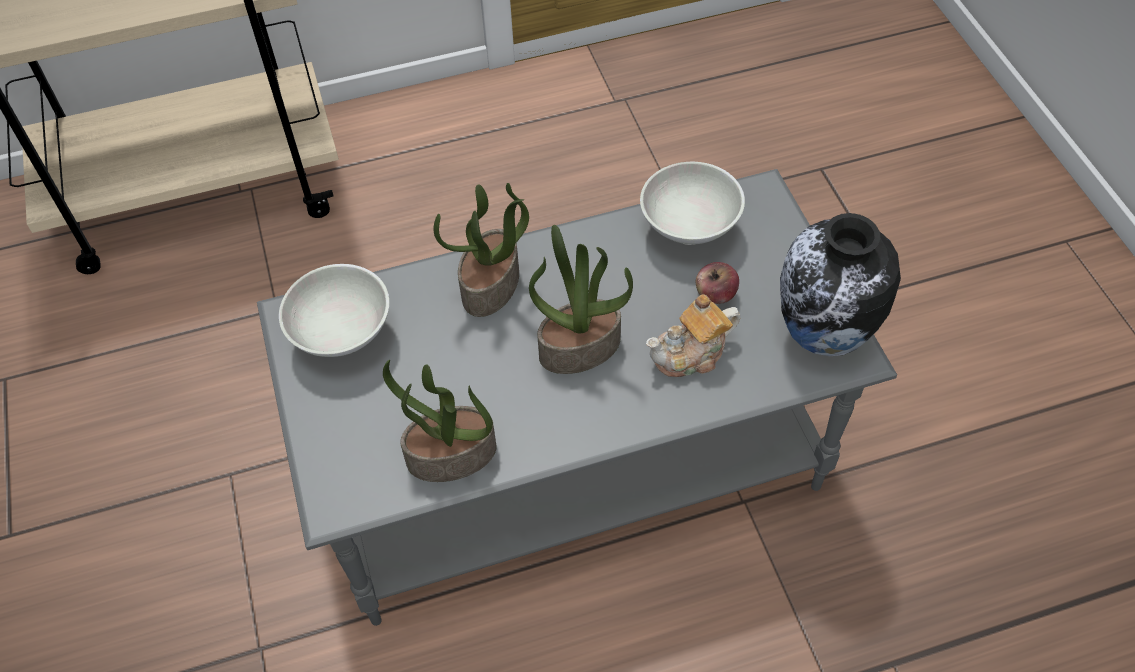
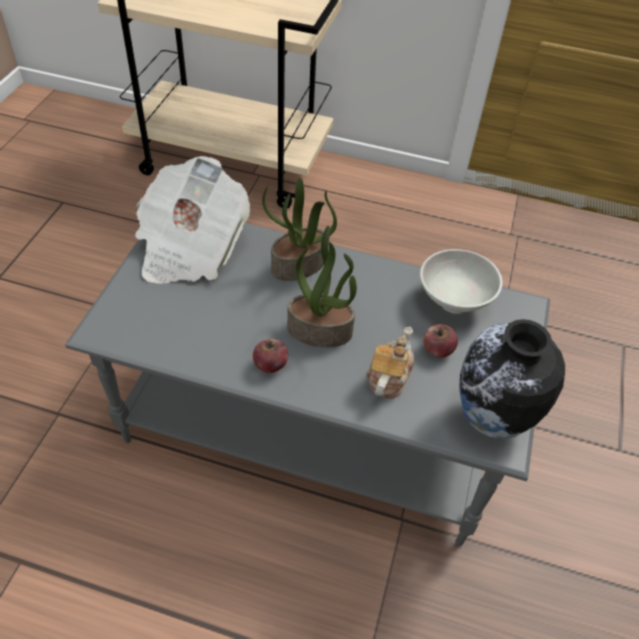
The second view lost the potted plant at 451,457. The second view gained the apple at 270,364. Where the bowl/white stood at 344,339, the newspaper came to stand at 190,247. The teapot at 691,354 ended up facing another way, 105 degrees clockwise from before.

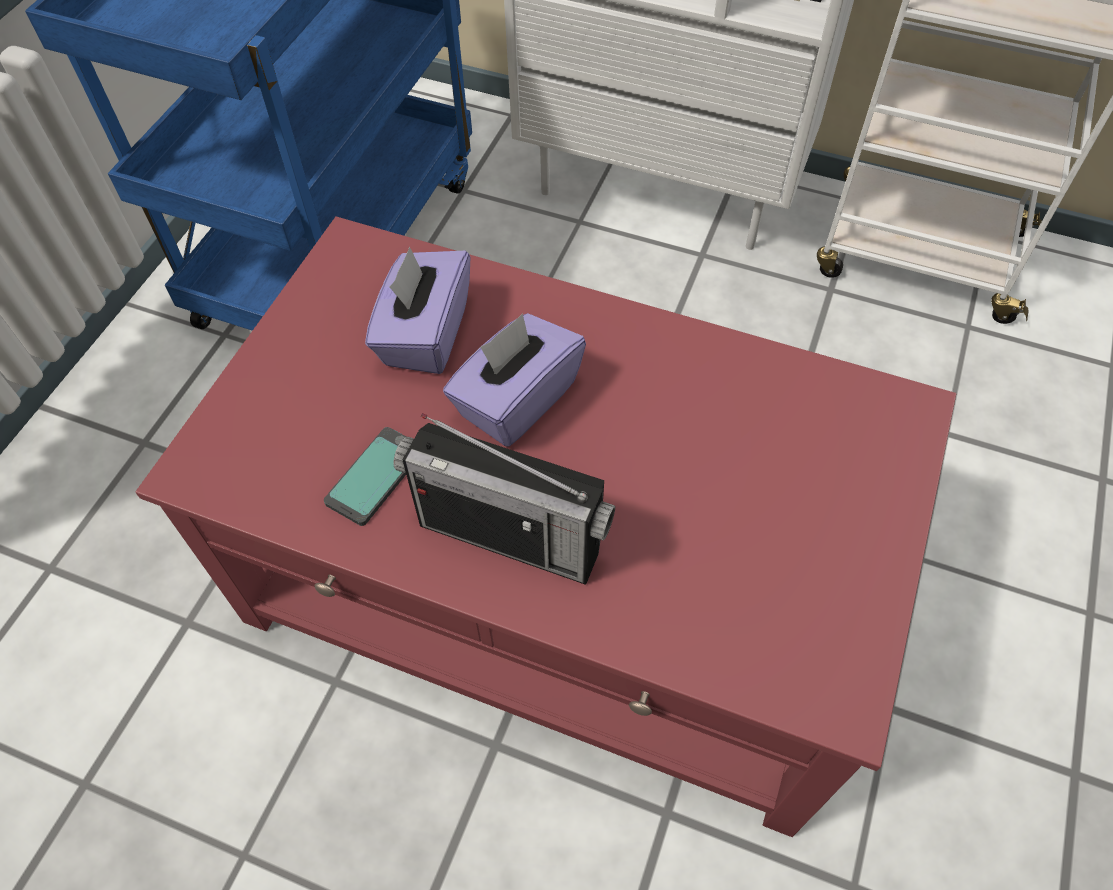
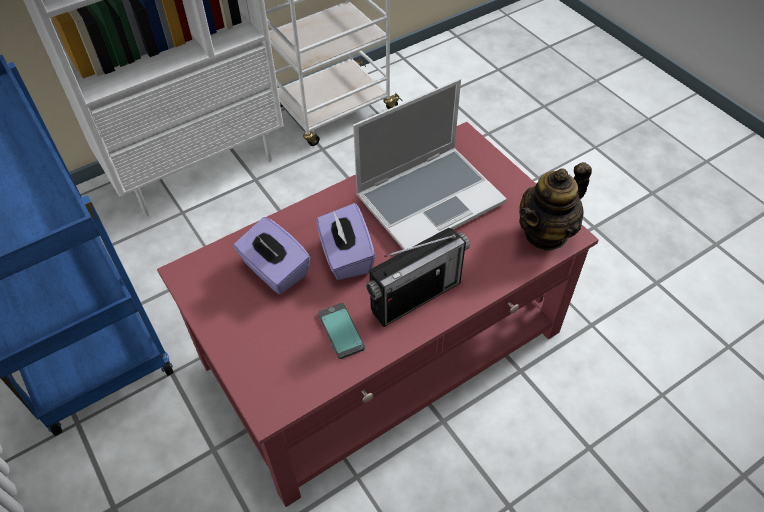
The second view gained the laptop at 430,198. The second view gained the teapot at 546,233.

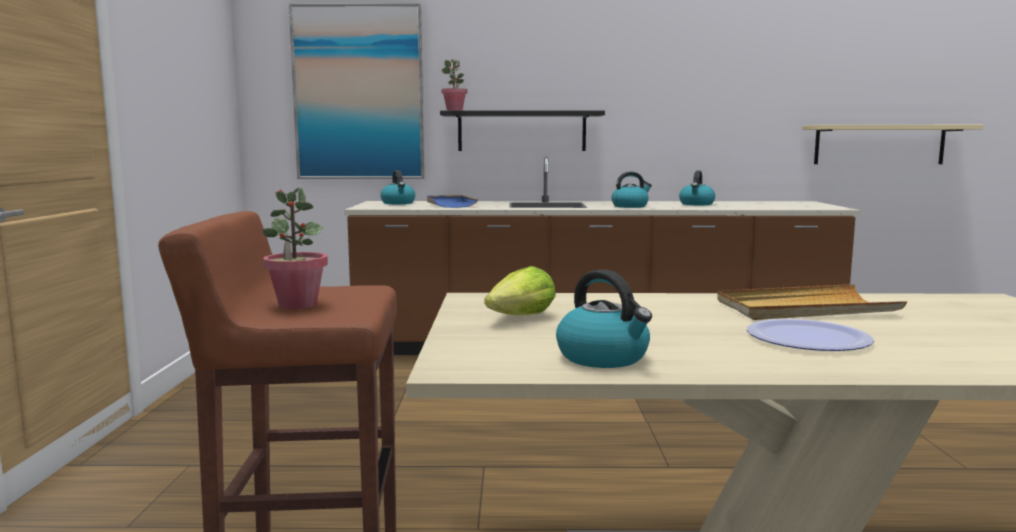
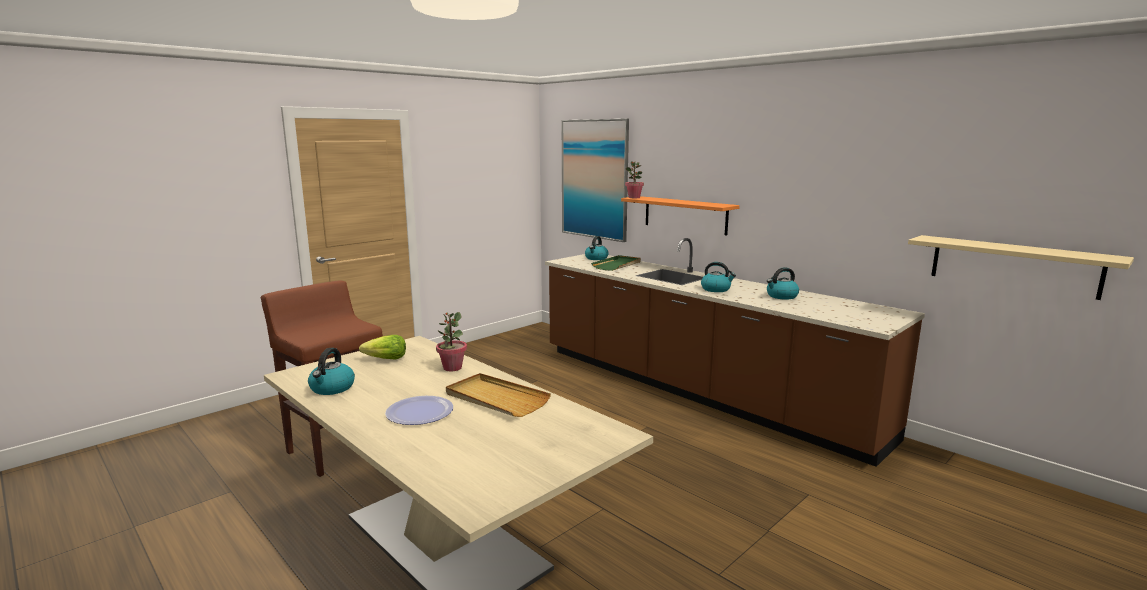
The potted plant ended up elsewhere, having gone from 297,305 to 452,368. What was the tray/blue at 450,204 turned into the tray/green at 617,265. What was the shelf/black at 522,131 turned into the shelf/orange at 685,215.

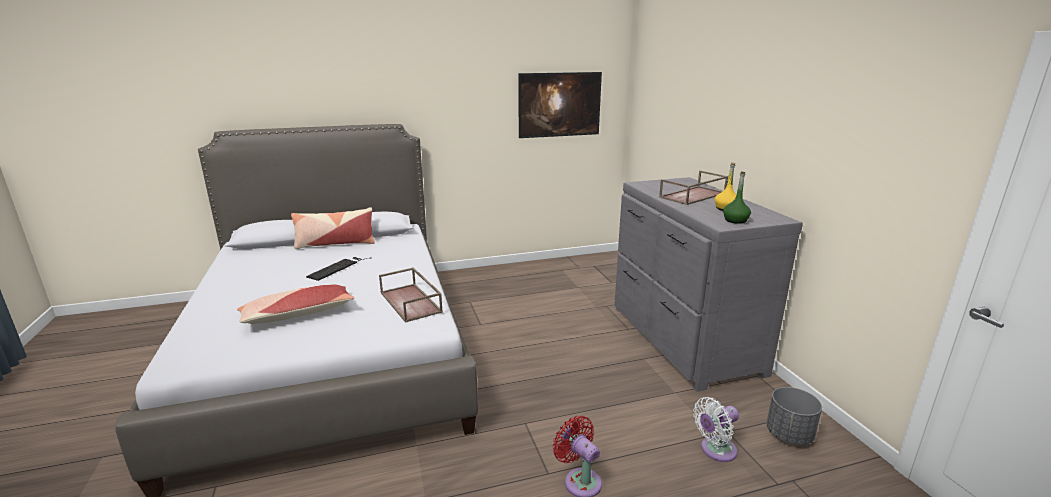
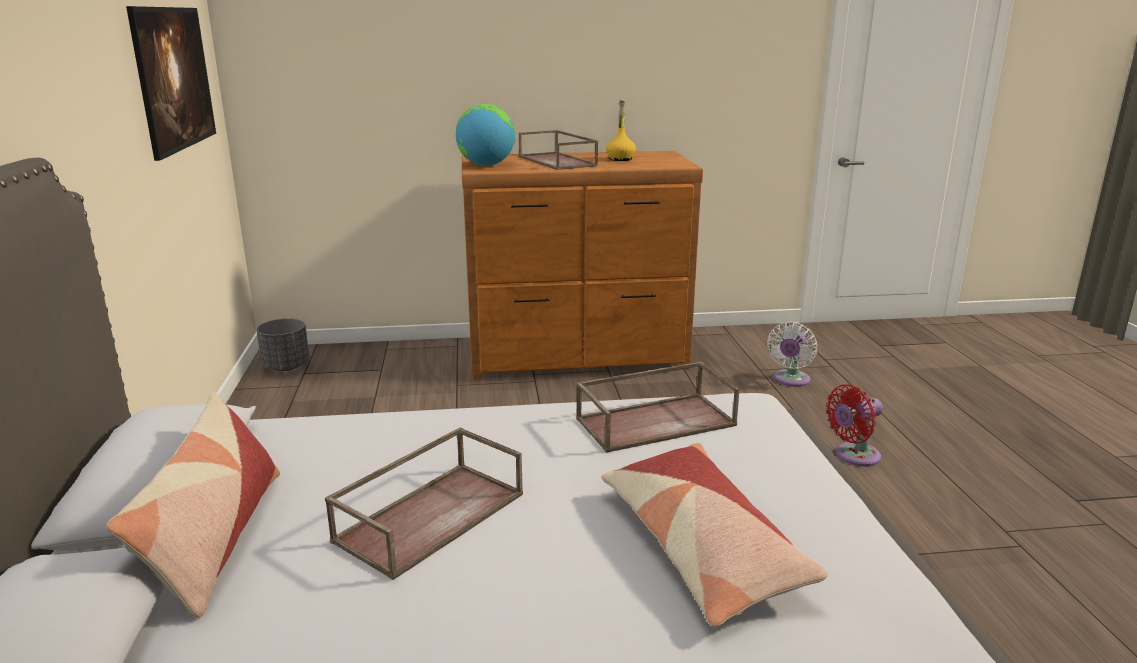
The second view lost the bottle/green at 735,220. The second view gained the globe at 486,165. The planter/grey ended up elsewhere, having gone from 788,434 to 286,367. Where the keyboard stood at 338,267, the tray/brown came to stand at 431,515. What was the dresser/grey at 682,340 turned into the dresser/brown at 577,355. The fan/white at 715,450 ended up facing another way, 45 degrees clockwise from before.

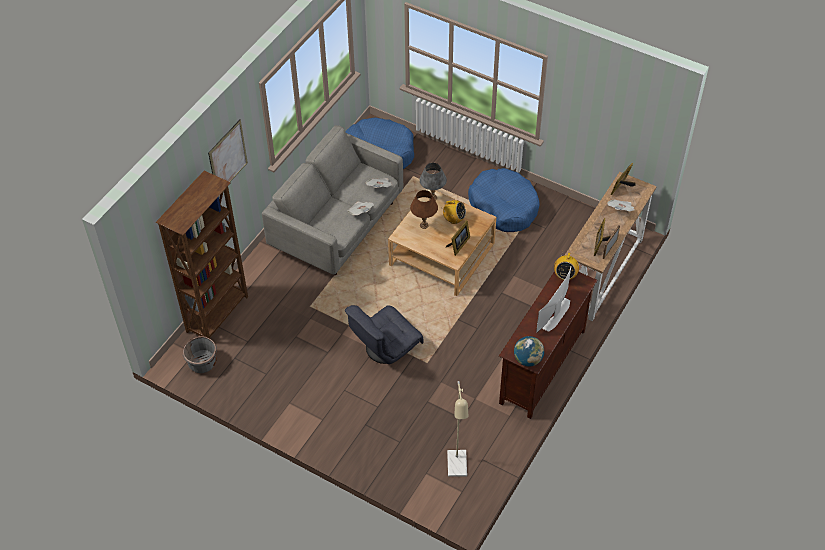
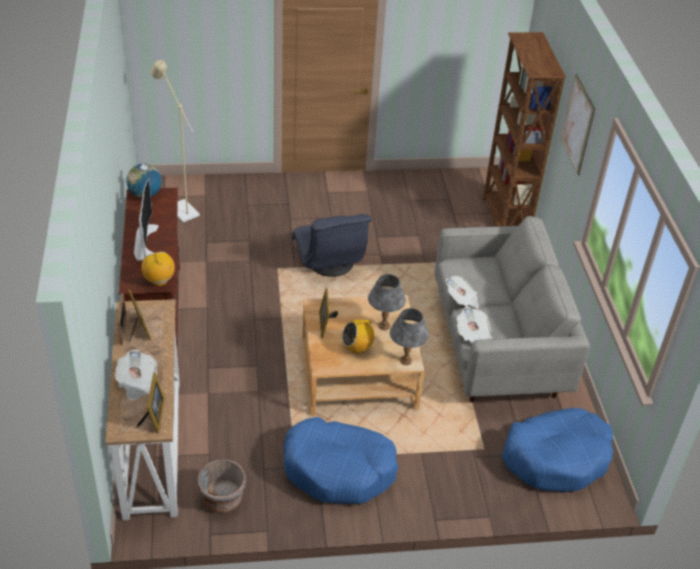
The planter/grey ended up elsewhere, having gone from 202,363 to 222,498. What was the table lamp/brown at 424,225 turned into the table lamp/grey at 384,326. The armchair/grey at 384,347 ended up facing another way, 150 degrees clockwise from before.

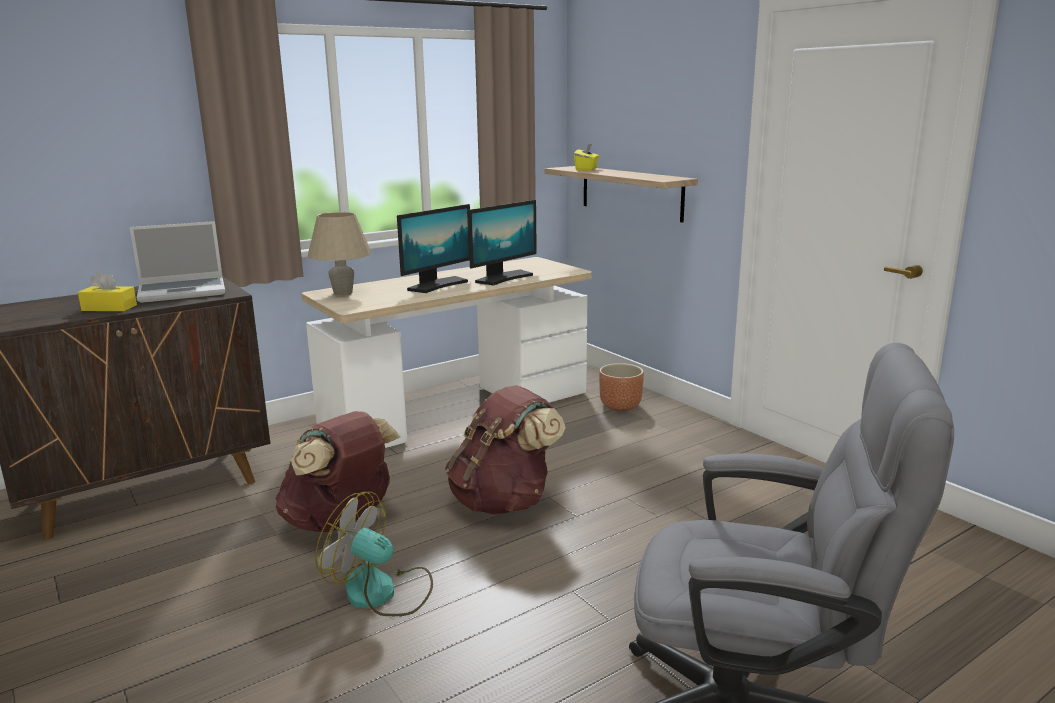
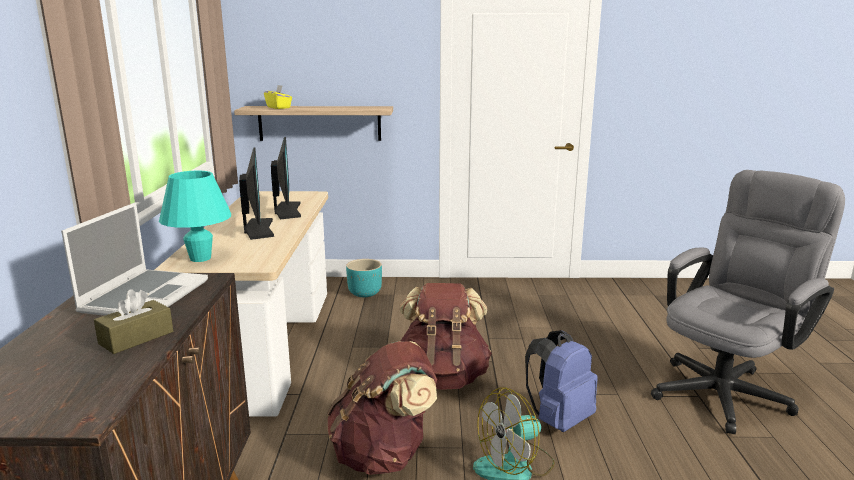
The second view gained the backpack/blue at 559,420. What was the tissue box/yellow at 109,308 turned into the tissue box/brown at 136,338. What was the table lamp/beige at 343,293 turned into the table lamp/turquoise at 200,258. What was the planter/brown at 620,406 turned into the planter/turquoise at 365,293.

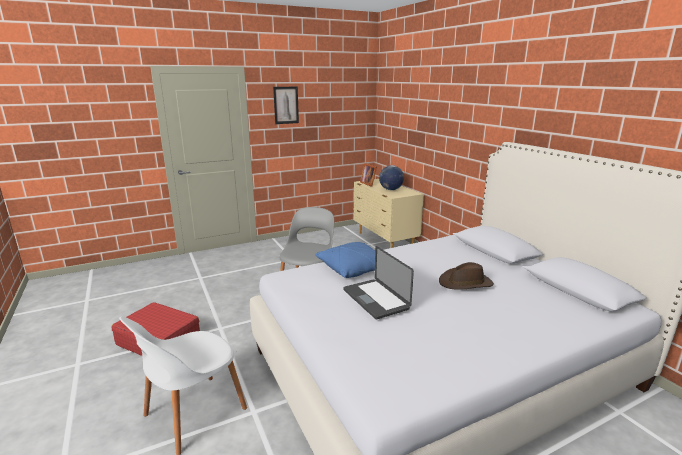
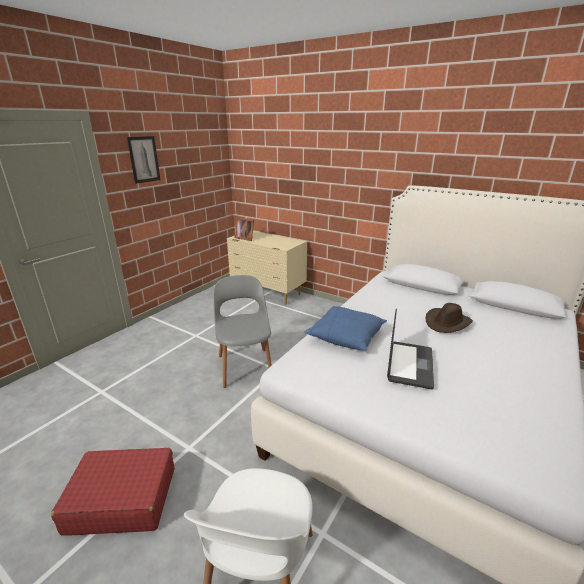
The second view lost the globe at 390,189. The laptop at 375,299 ended up facing another way, 105 degrees counterclockwise from before.

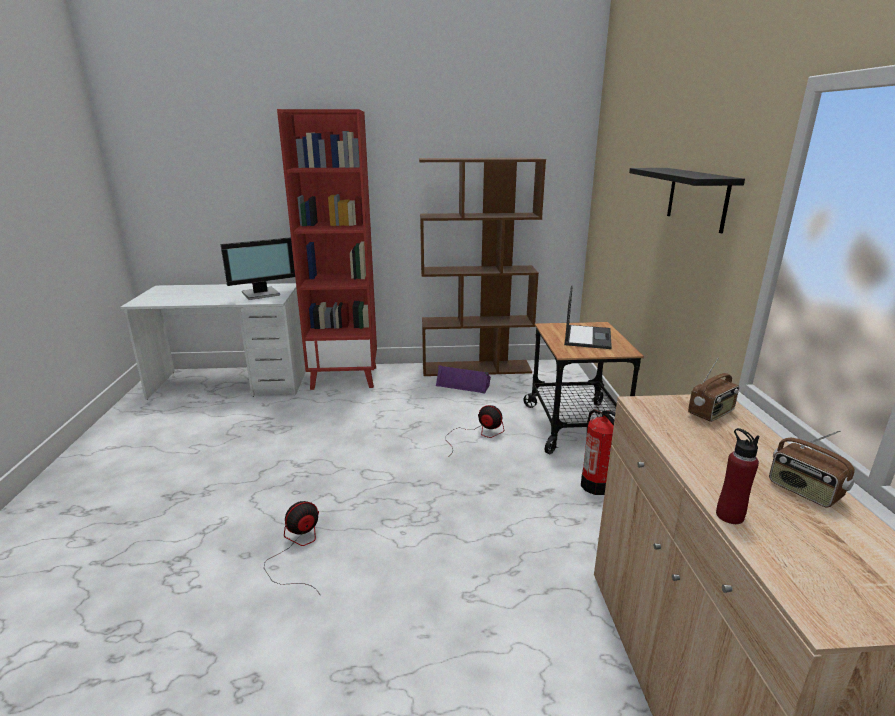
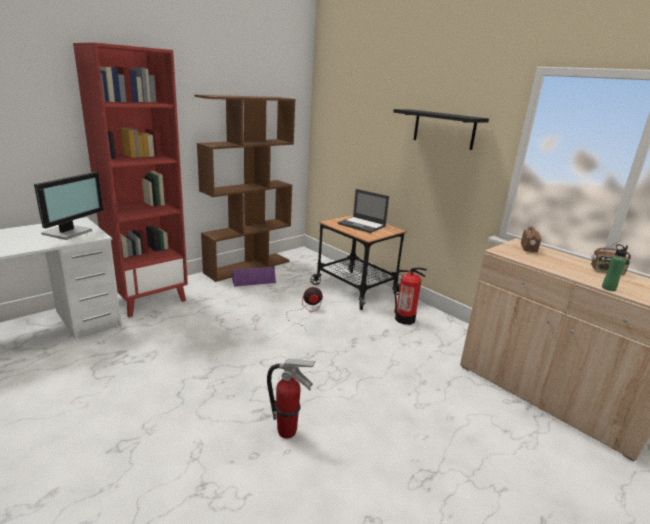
Where the fan stood at 298,549, the fire extinguisher came to stand at 287,432. What was the bottle/red at 729,515 turned into the bottle/green at 608,288. The laptop at 587,337 ended up facing another way, 150 degrees clockwise from before.

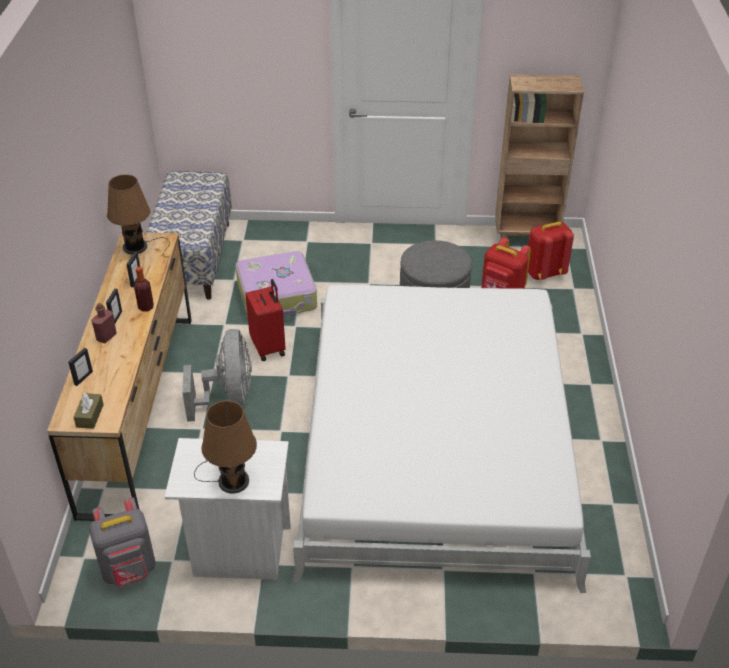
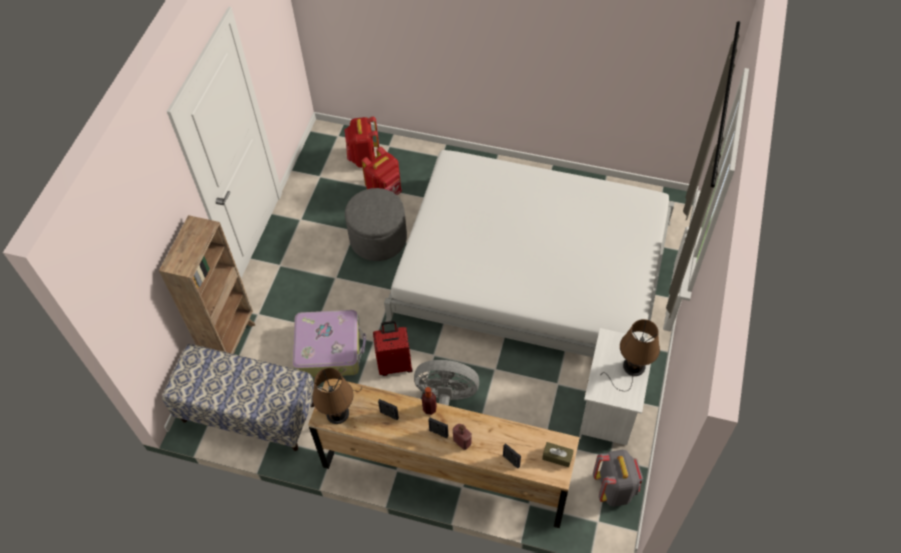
The bookcase/brown ended up elsewhere, having gone from 526,239 to 231,340.

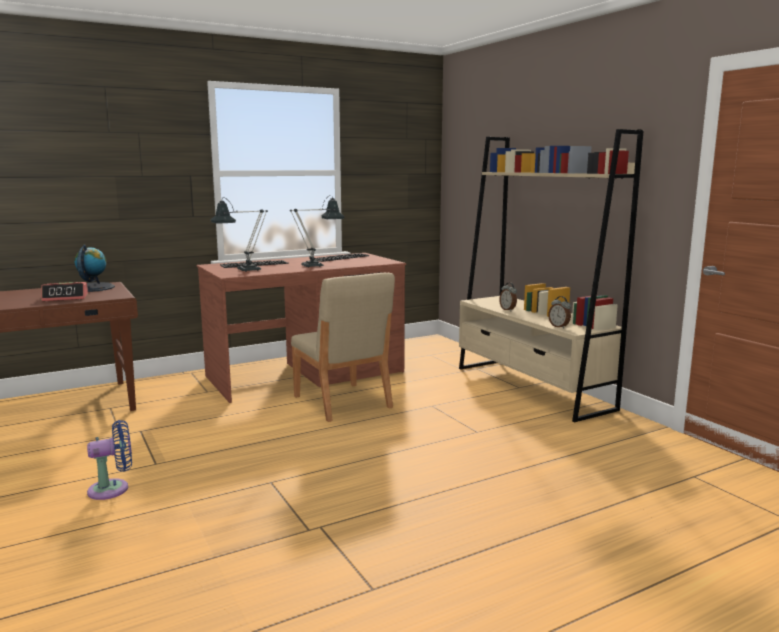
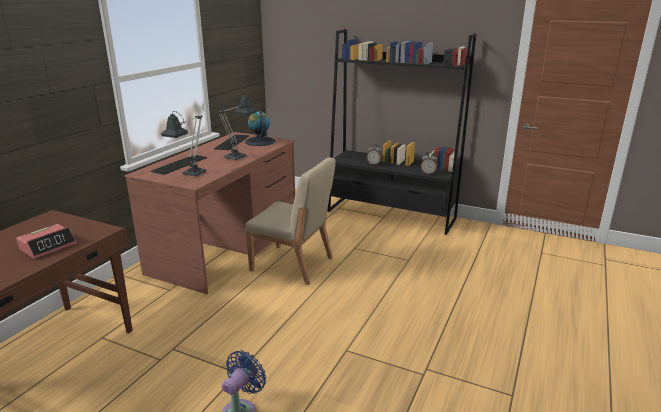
The globe ended up elsewhere, having gone from 93,288 to 260,141. What was the bookcase/beige at 532,388 turned into the bookcase/black at 391,215.

